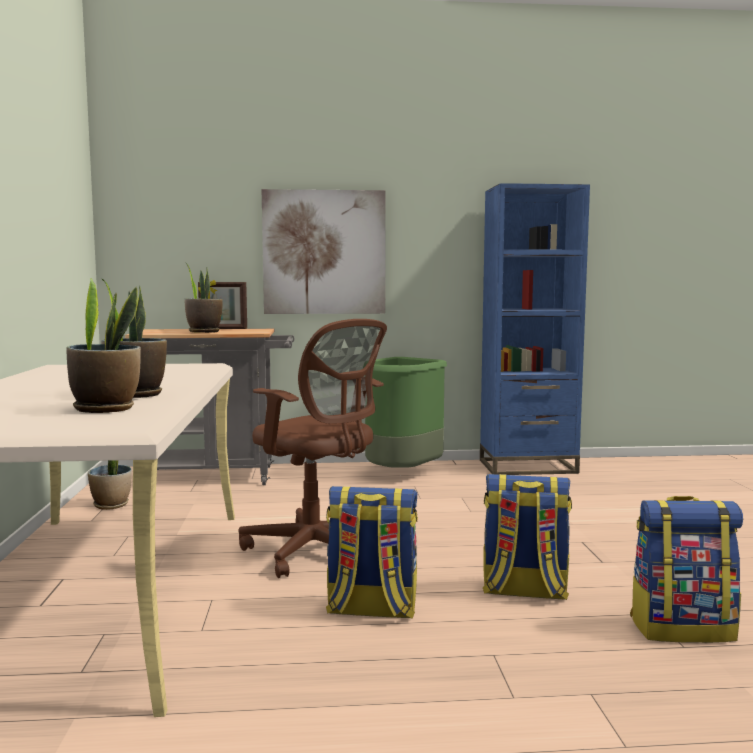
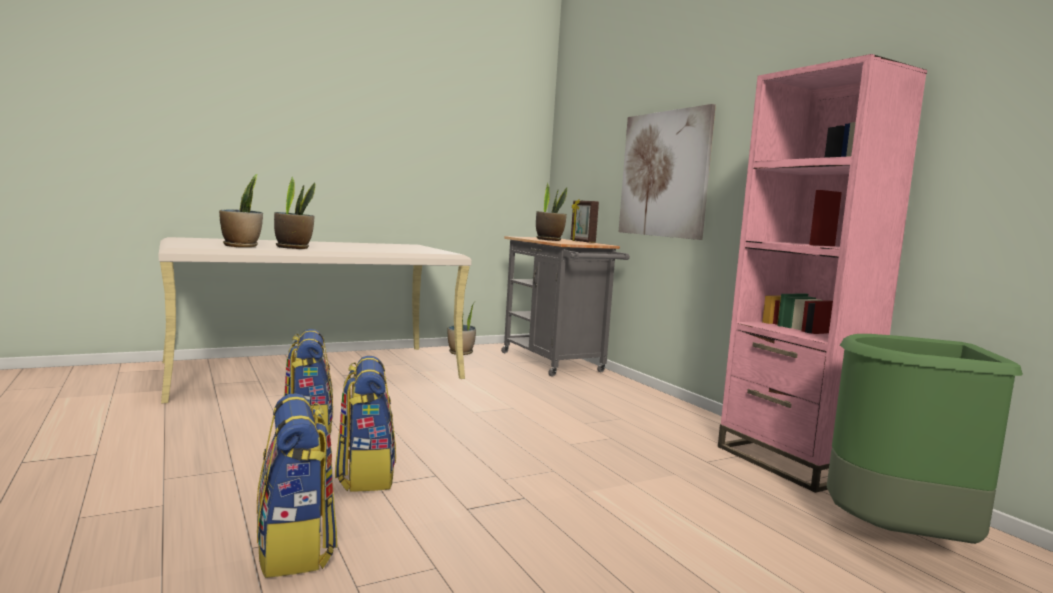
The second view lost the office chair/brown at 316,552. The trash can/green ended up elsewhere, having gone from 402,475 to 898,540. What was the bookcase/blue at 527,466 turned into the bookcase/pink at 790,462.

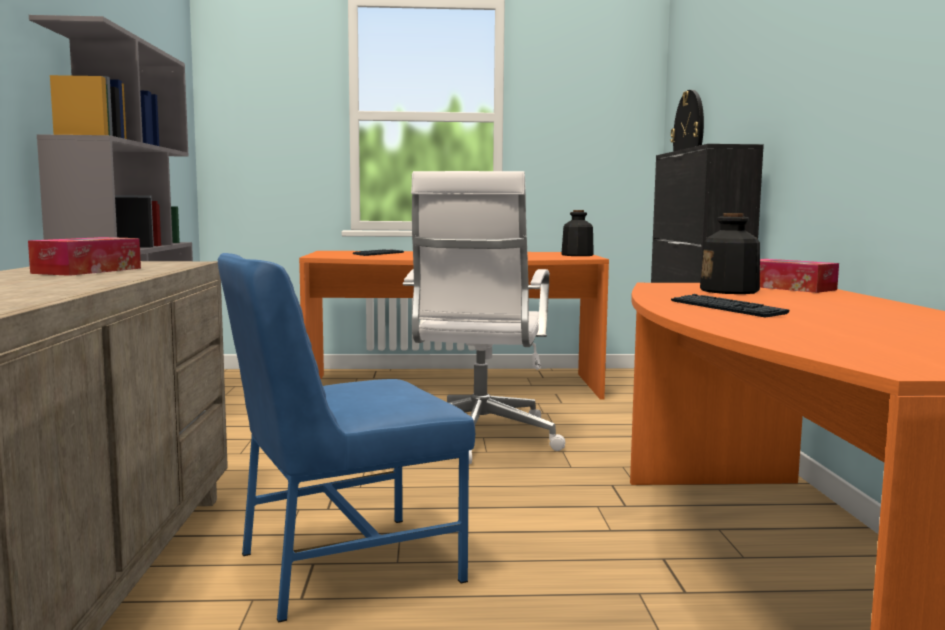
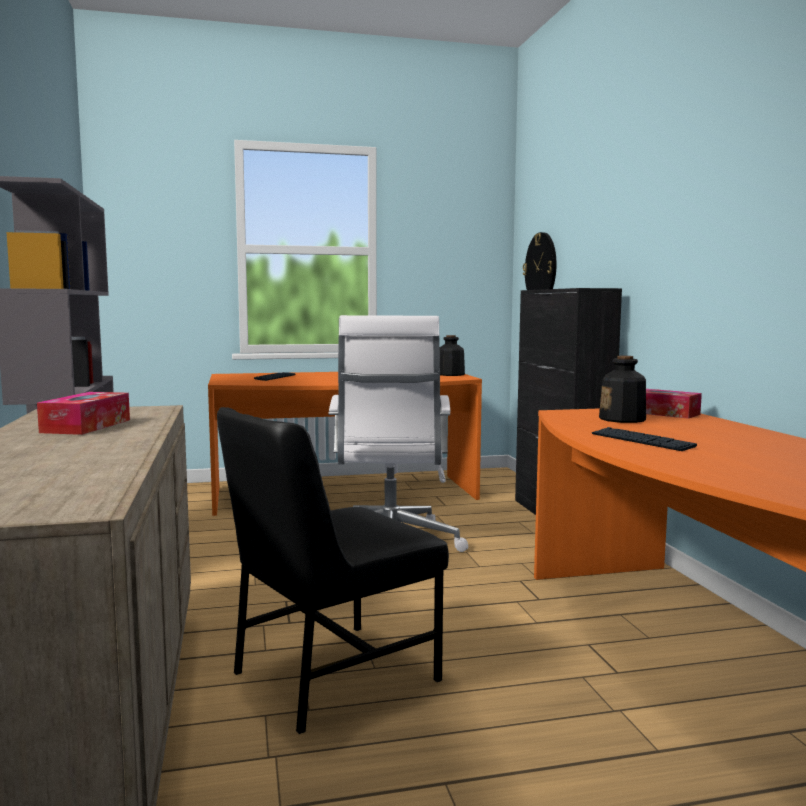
What was the chair/blue at 344,566 turned into the chair/black at 331,675.

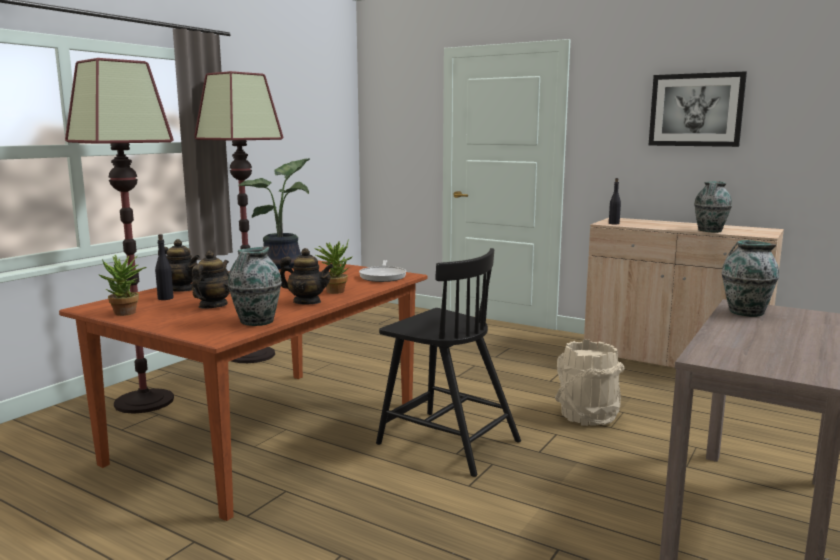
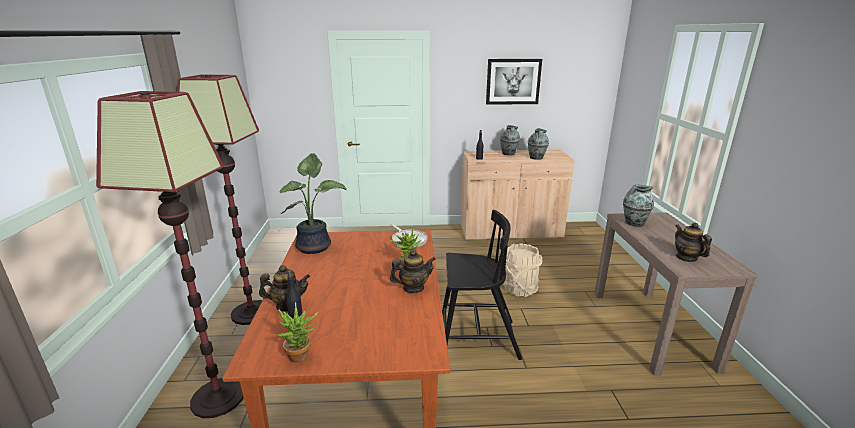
The teapot ended up elsewhere, having gone from 212,306 to 686,257. The vase ended up elsewhere, having gone from 256,322 to 508,154.

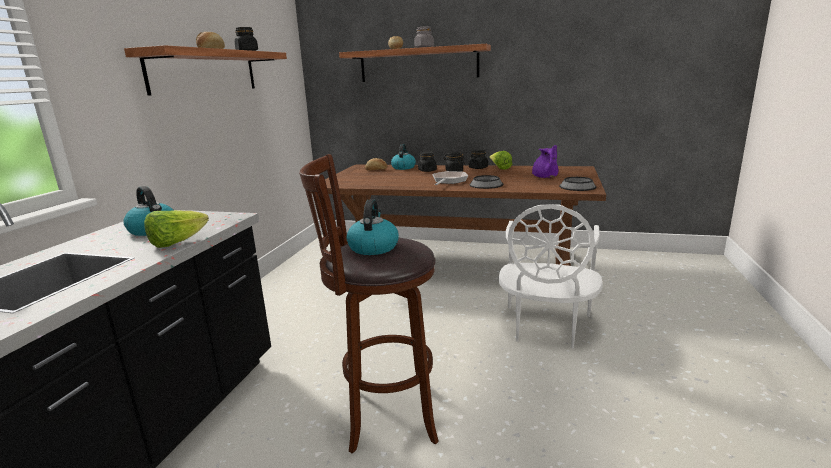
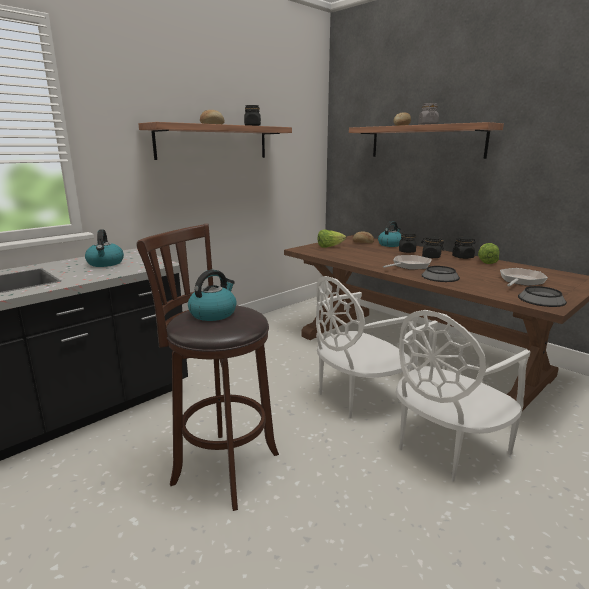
The second view gained the chair/white at 358,396. The lettuce ended up elsewhere, having gone from 177,243 to 329,247. Where the teapot/purple stood at 545,177, the frying pan came to stand at 520,281.

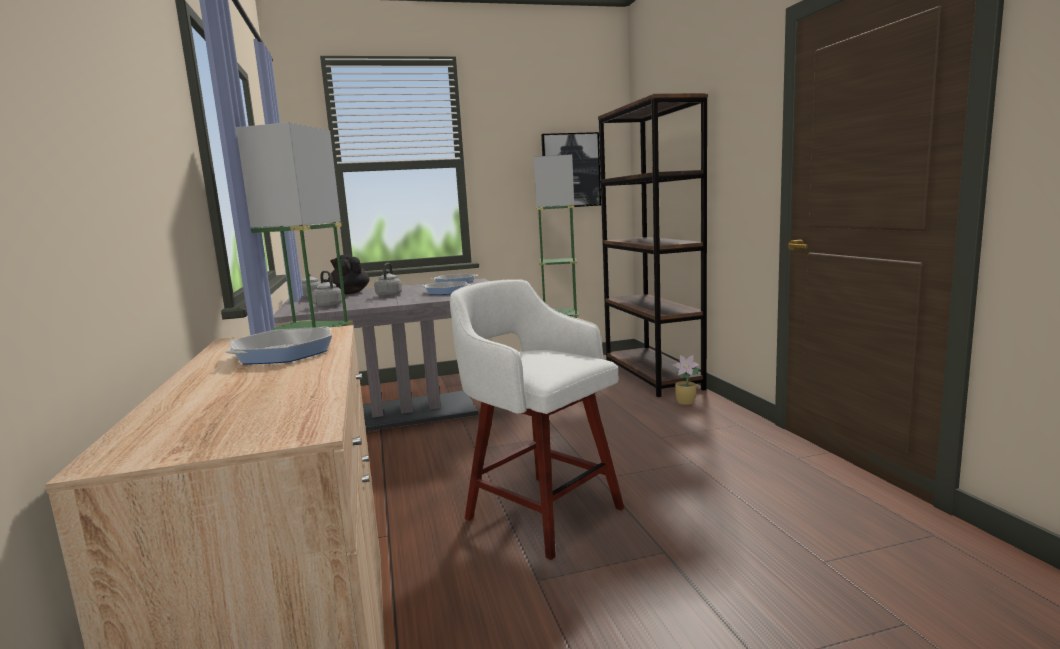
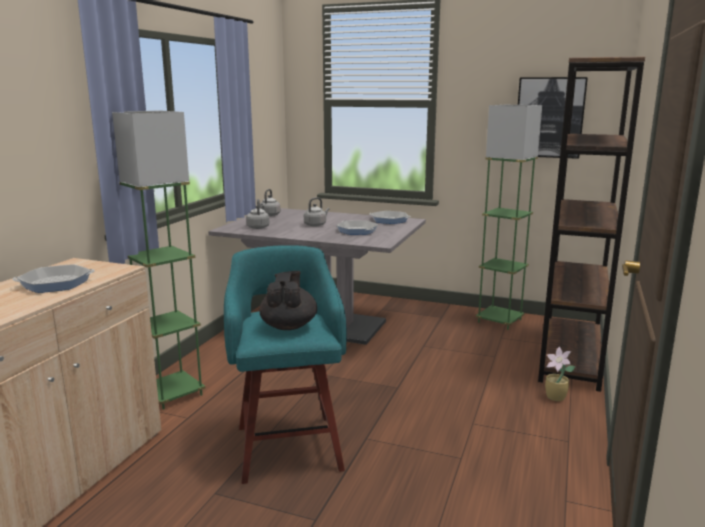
The teapot/black ended up elsewhere, having gone from 349,293 to 289,326. What was the stool/white at 540,511 turned into the stool/turquoise at 288,445.

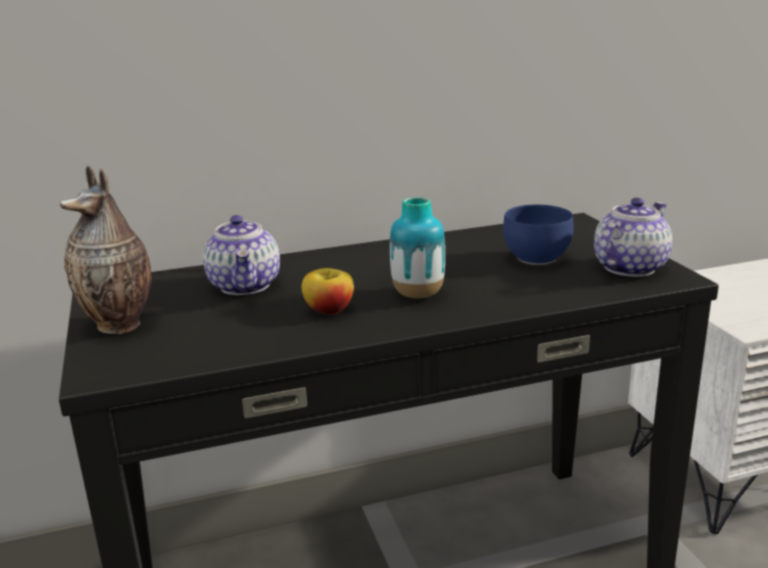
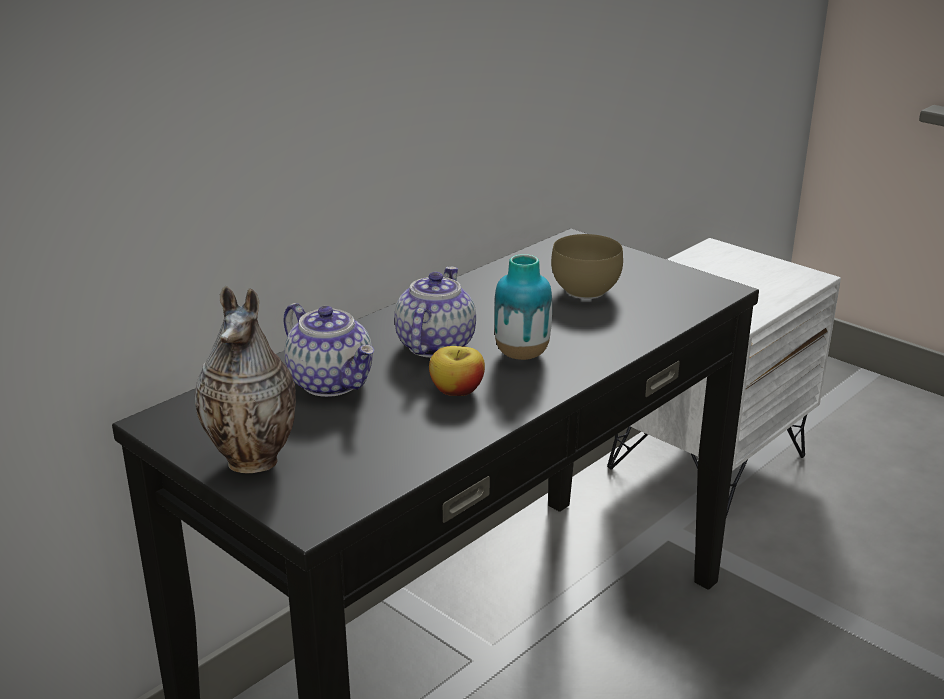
The teapot ended up elsewhere, having gone from 629,267 to 434,345. What was the bowl/blue at 535,257 turned into the bowl/brown at 583,290.

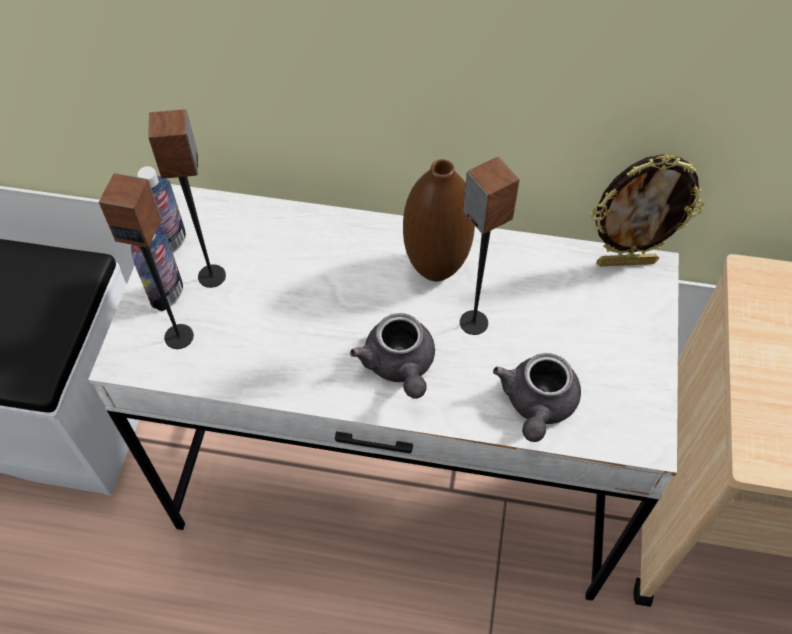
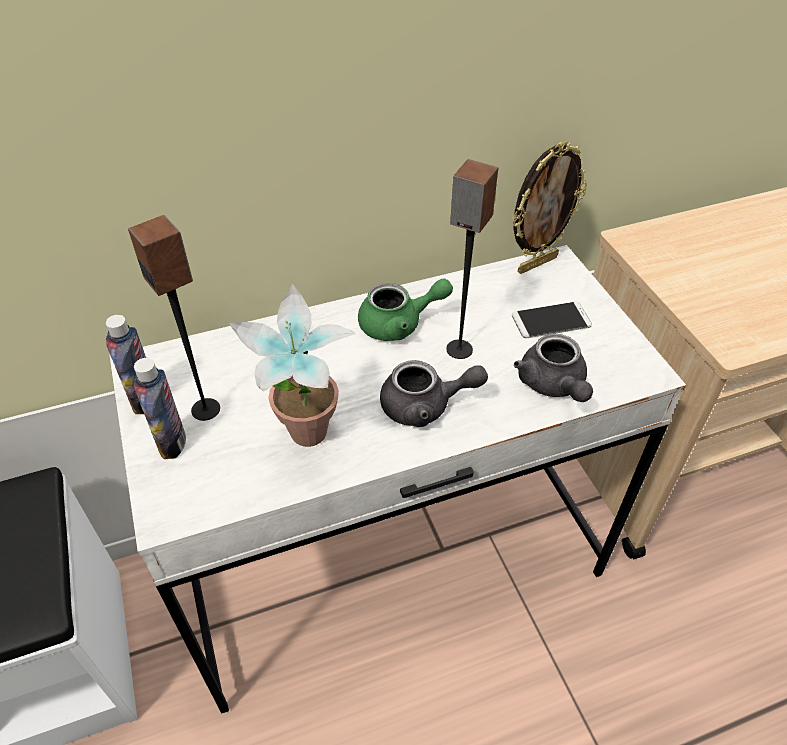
The second view lost the speaker at 179,336. The second view gained the potted plant at 307,444. The second view gained the phone at 551,321. Where the vase/brown stood at 436,268, the teapot/green came to stand at 399,324. The teapot/grey at 400,366 ended up facing another way, 45 degrees counterclockwise from before.

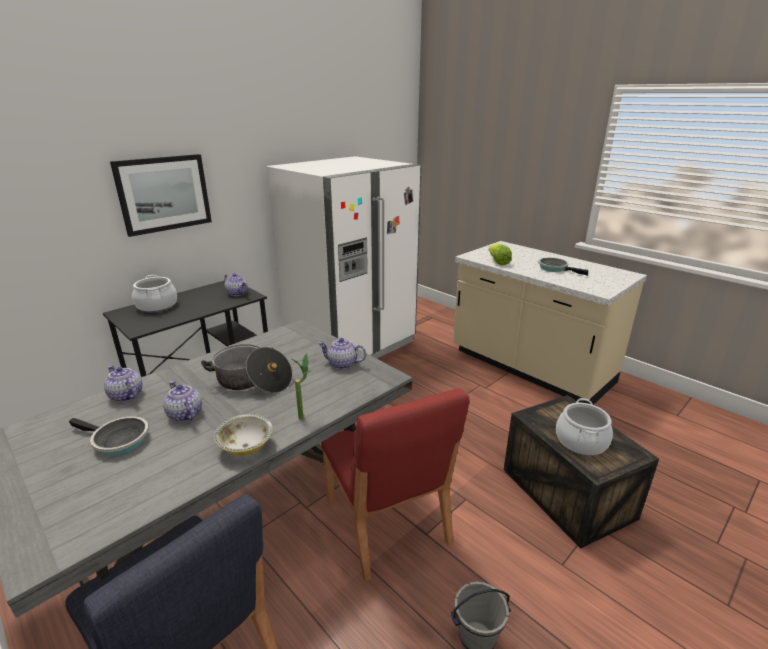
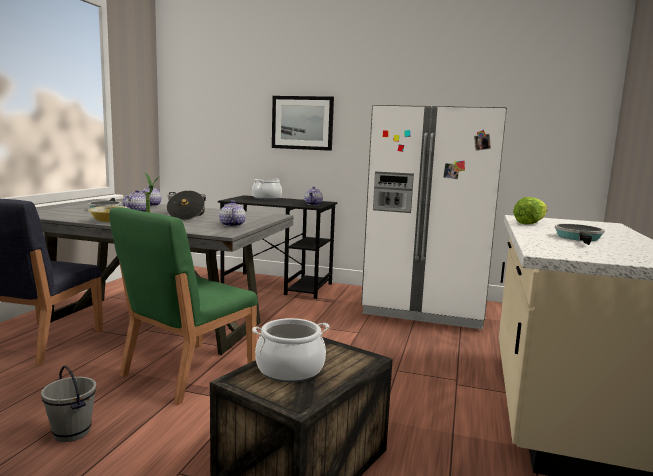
What was the chair/red at 386,522 turned into the chair/green at 187,371.

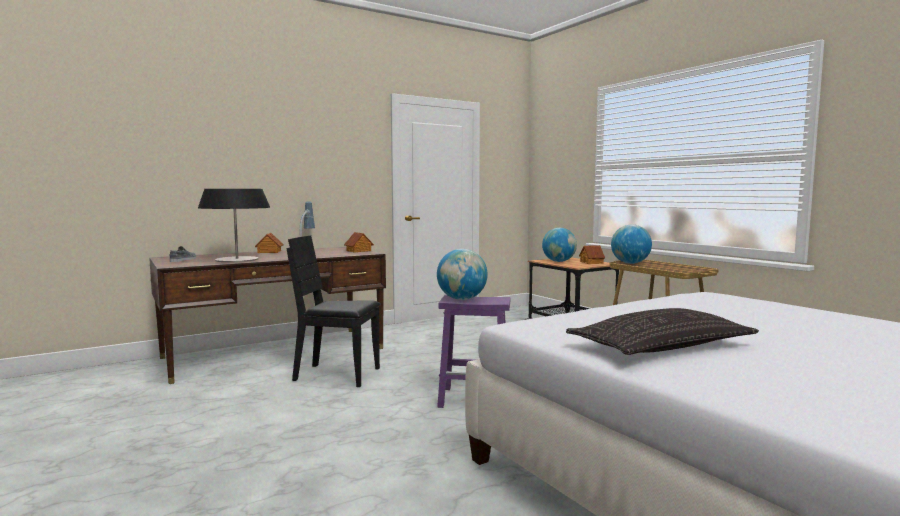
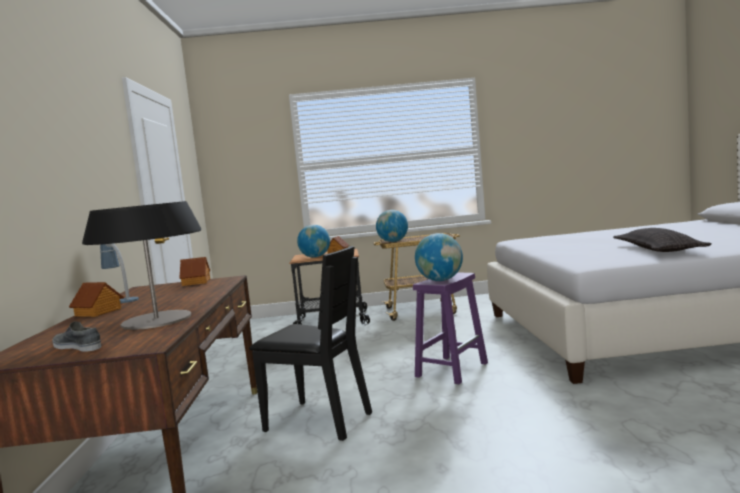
The chair/black at 337,375 ended up facing another way, 105 degrees counterclockwise from before.

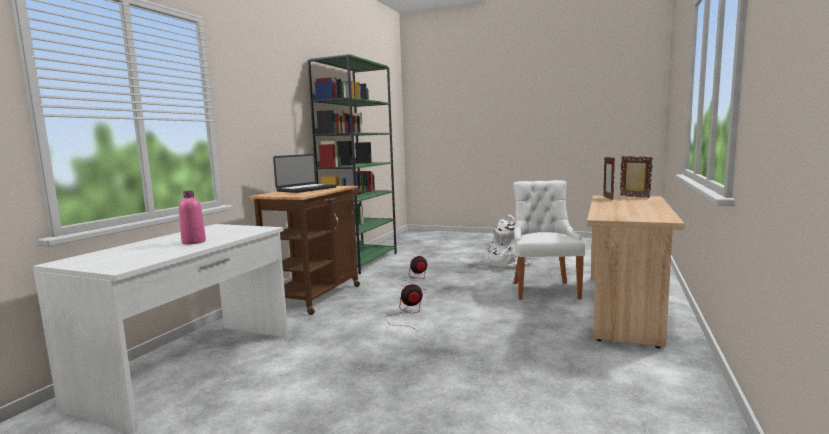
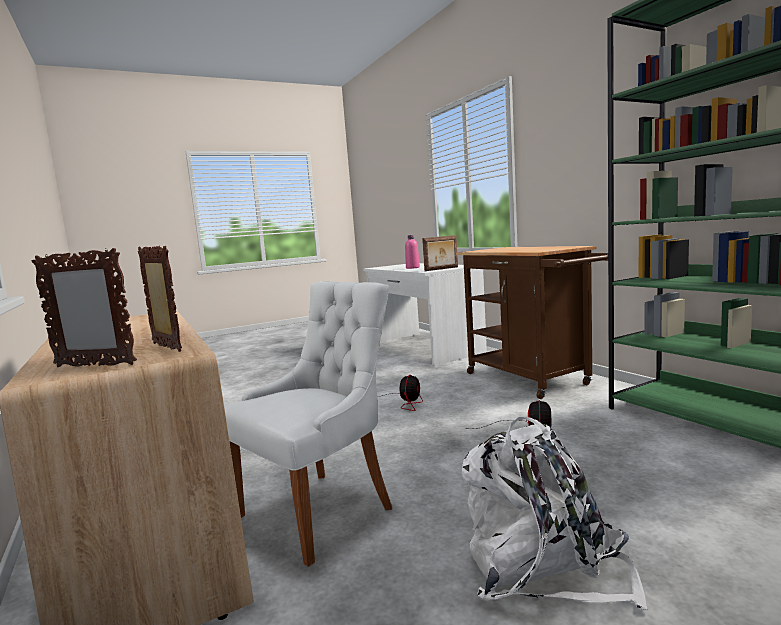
The second view lost the laptop at 307,189. The second view gained the picture frame at 442,269. The chair/white at 544,289 ended up facing another way, 90 degrees counterclockwise from before.

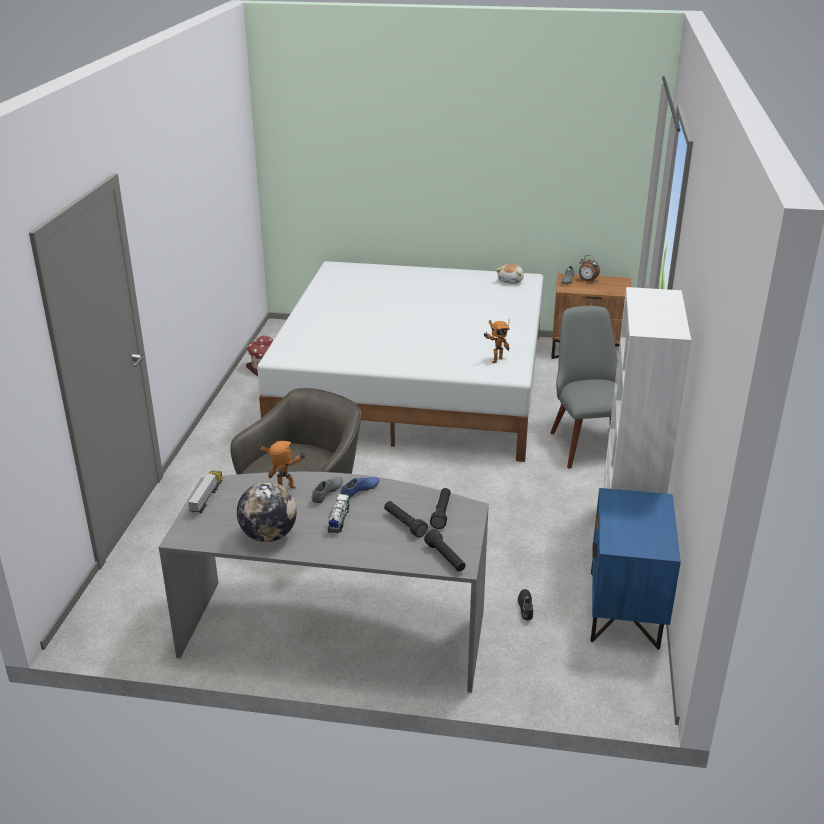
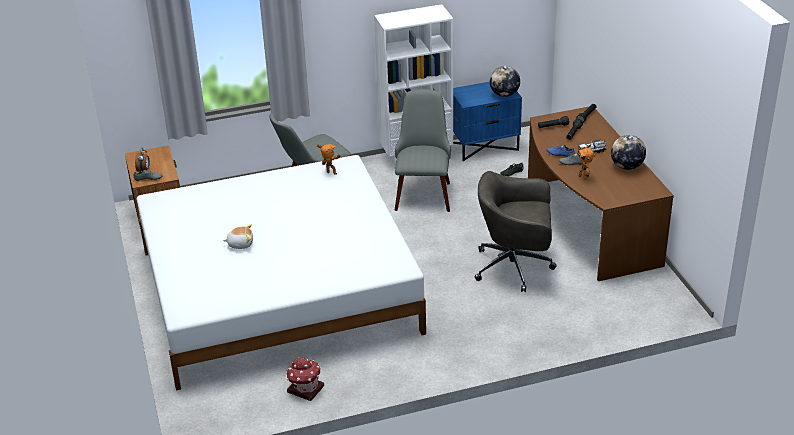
The second view lost the toy truck at 207,497. The second view gained the chair/grey at 423,191. The second view gained the globe at 504,95. The plush toy ended up elsewhere, having gone from 511,281 to 240,244. What was the desk/grey at 336,627 turned into the desk/brown at 587,224.

